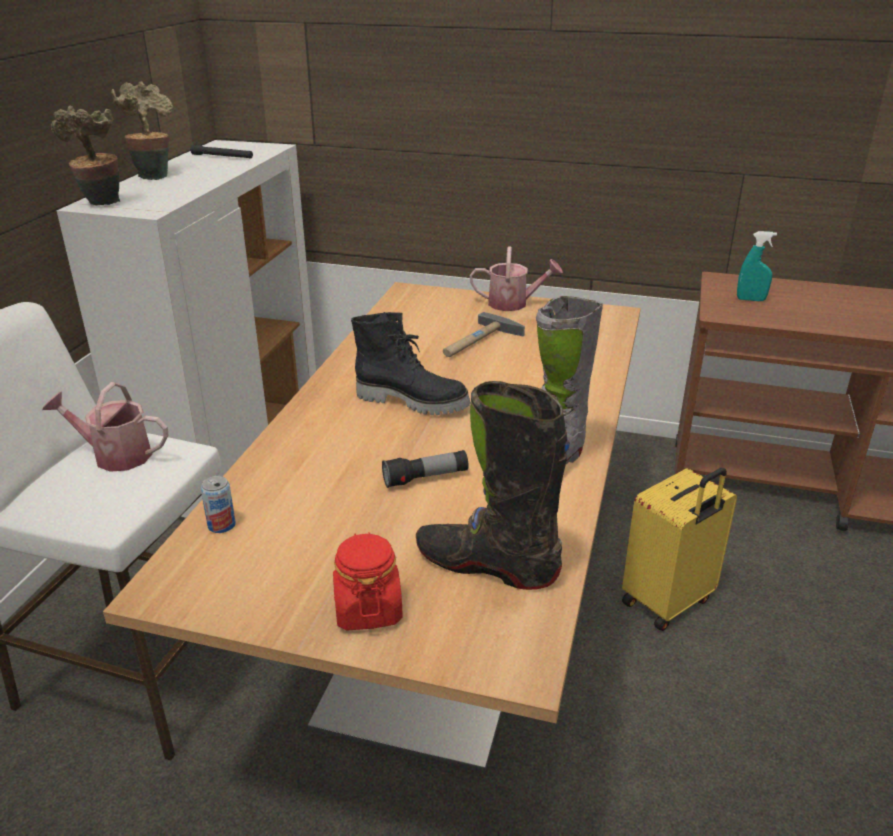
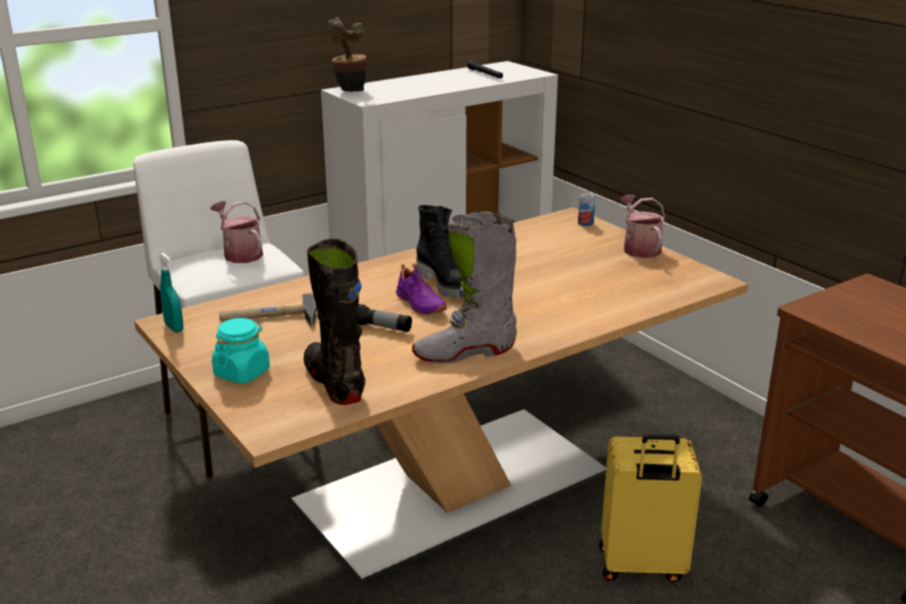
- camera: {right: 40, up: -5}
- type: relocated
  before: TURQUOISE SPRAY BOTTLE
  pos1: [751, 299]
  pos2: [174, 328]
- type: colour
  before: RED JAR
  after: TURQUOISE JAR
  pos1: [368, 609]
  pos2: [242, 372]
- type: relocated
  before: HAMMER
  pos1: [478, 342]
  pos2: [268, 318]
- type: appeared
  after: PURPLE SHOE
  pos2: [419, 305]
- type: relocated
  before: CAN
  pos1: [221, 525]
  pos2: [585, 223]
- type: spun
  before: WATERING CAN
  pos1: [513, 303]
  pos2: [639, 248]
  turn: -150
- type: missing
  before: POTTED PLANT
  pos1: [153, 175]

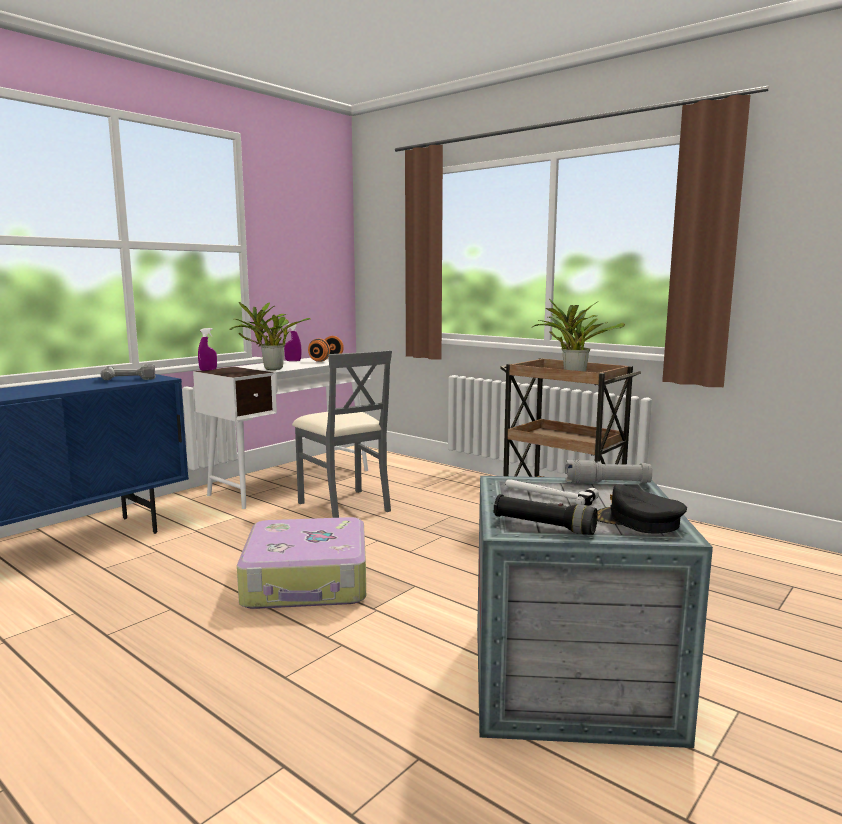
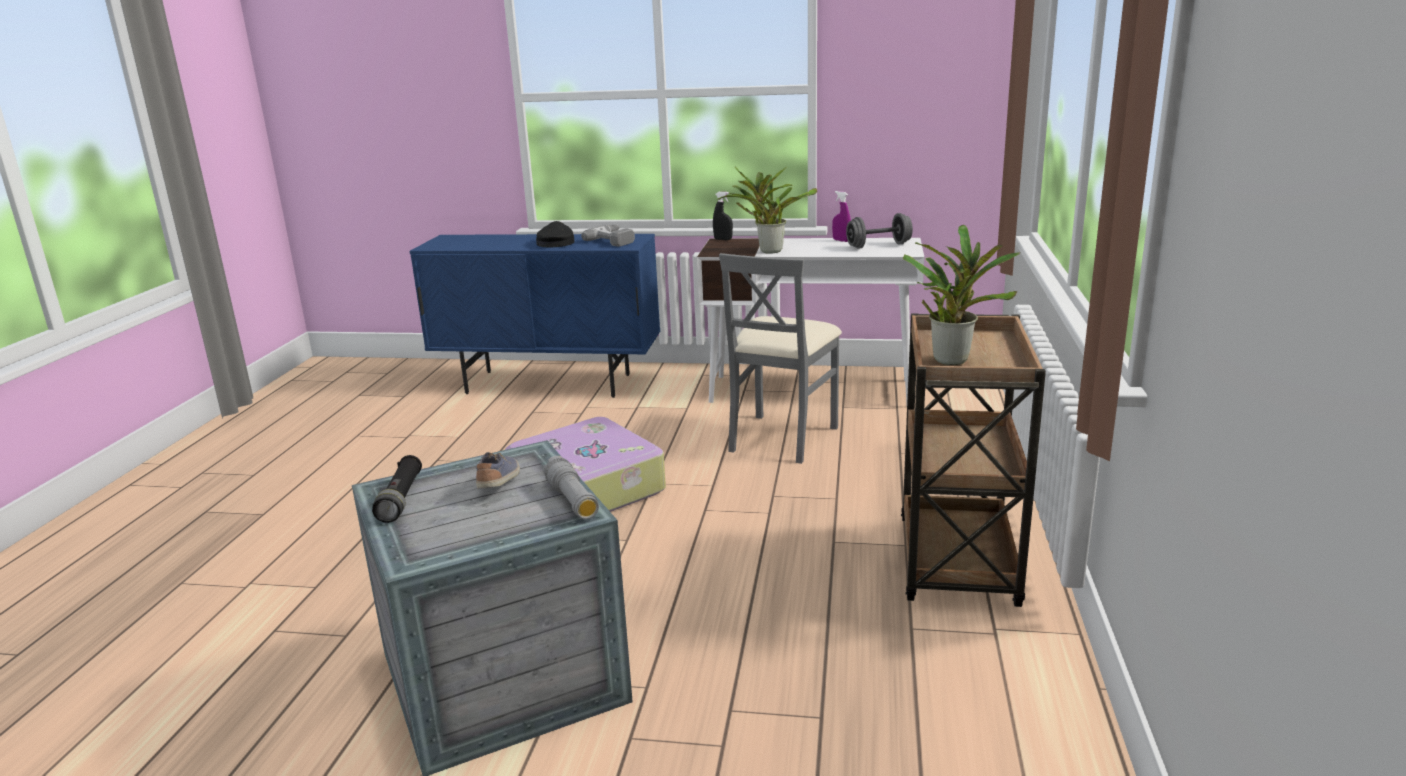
- camera: {right: 60, up: 10}
- type: exchanged
  before: HAMMER
  after: SHOE
  pos1: [548, 495]
  pos2: [500, 482]
- type: relocated
  before: BLACK CAP
  pos1: [637, 521]
  pos2: [555, 243]
- type: colour
  before: PURPLE SPRAY BOTTLE
  after: BLACK SPRAY BOTTLE
  pos1: [208, 370]
  pos2: [723, 239]
- type: colour
  before: ORANGE DUMBBELL
  after: GREY DUMBBELL
  pos1: [326, 359]
  pos2: [878, 246]

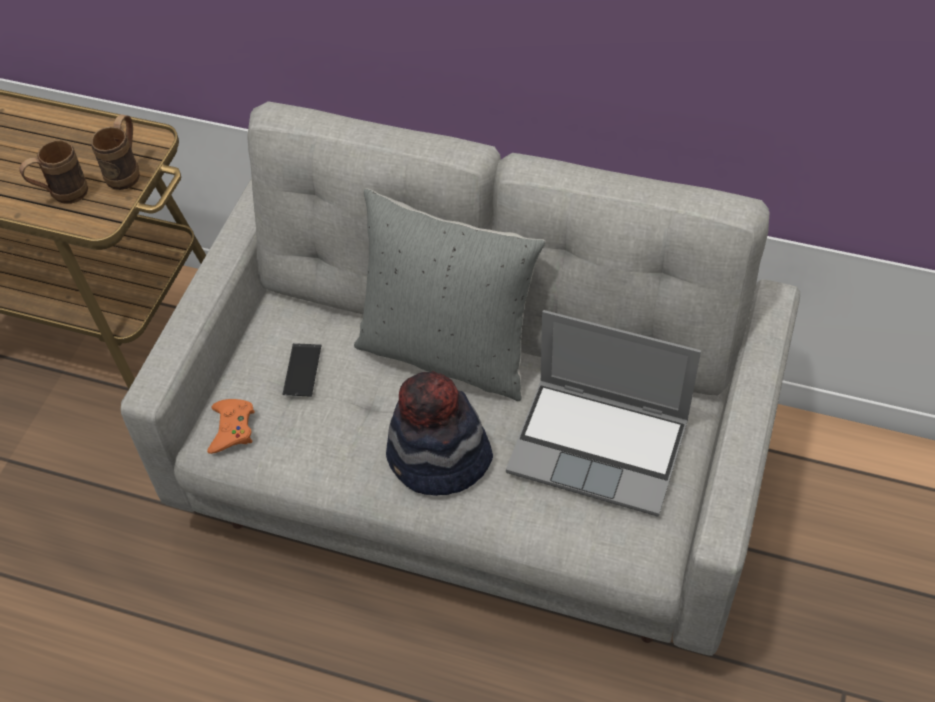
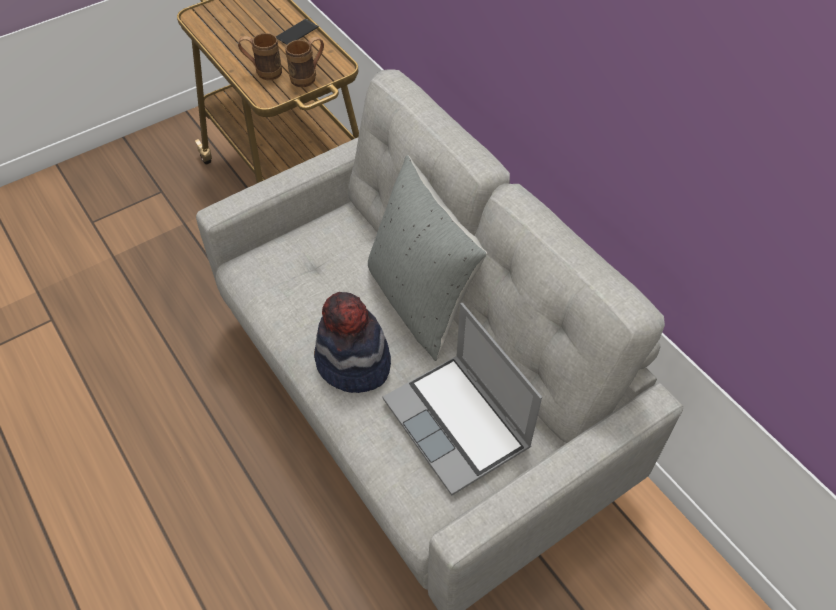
- camera: {right: 35, up: 0}
- type: relocated
  before: PHONE
  pos1: [302, 370]
  pos2: [297, 32]
- type: missing
  before: ORANGE GAME CONTROLLER
  pos1: [232, 429]

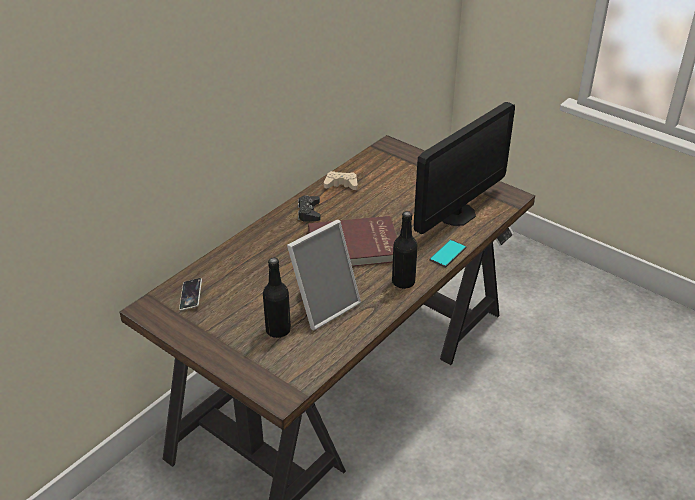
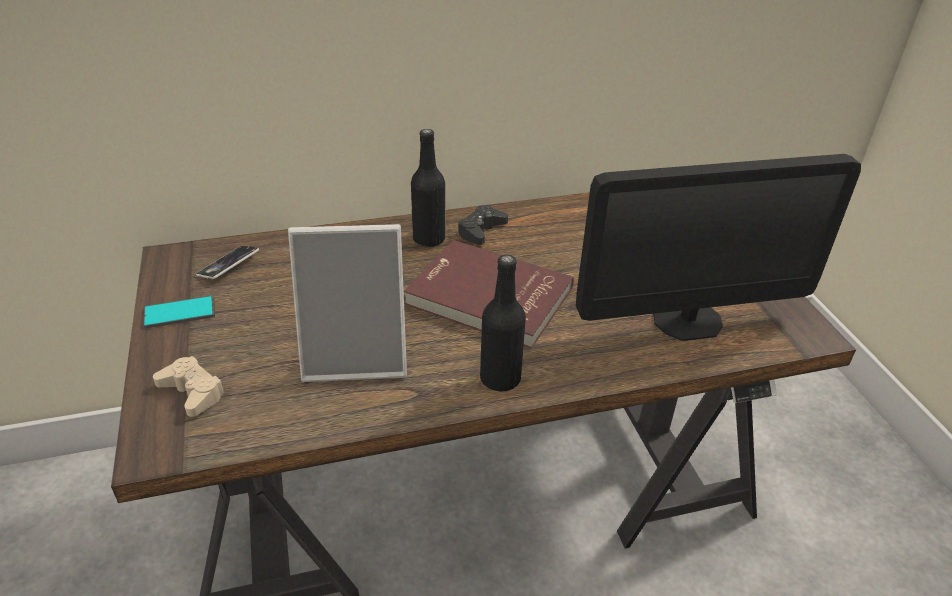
- camera: {right: 35, up: 0}
- type: relocated
  before: PHONE
  pos1: [447, 254]
  pos2: [180, 312]
- type: relocated
  before: BEIGE GAME CONTROLLER
  pos1: [341, 185]
  pos2: [192, 392]
- type: relocated
  before: BLACK BOTTLE
  pos1: [278, 330]
  pos2: [429, 239]

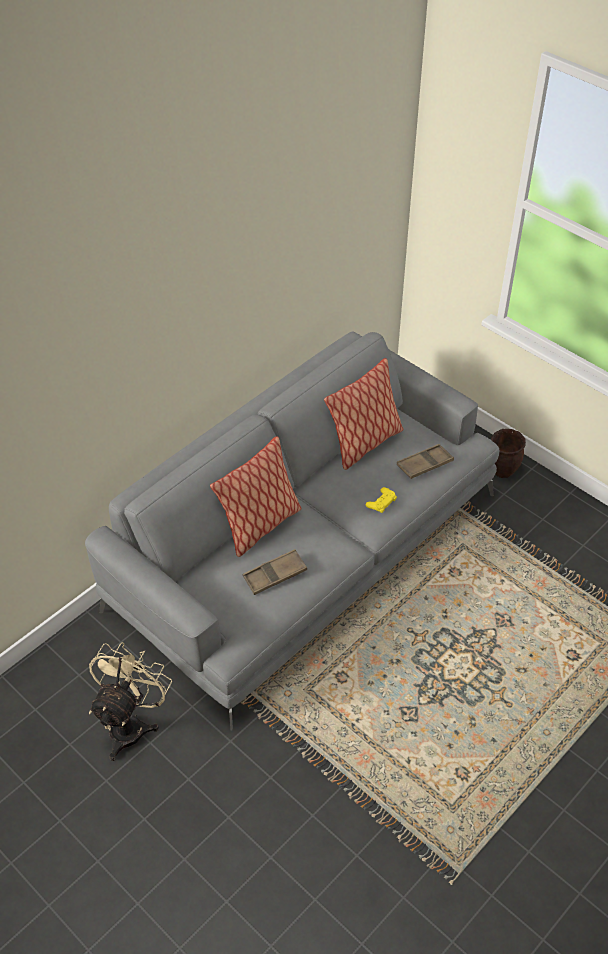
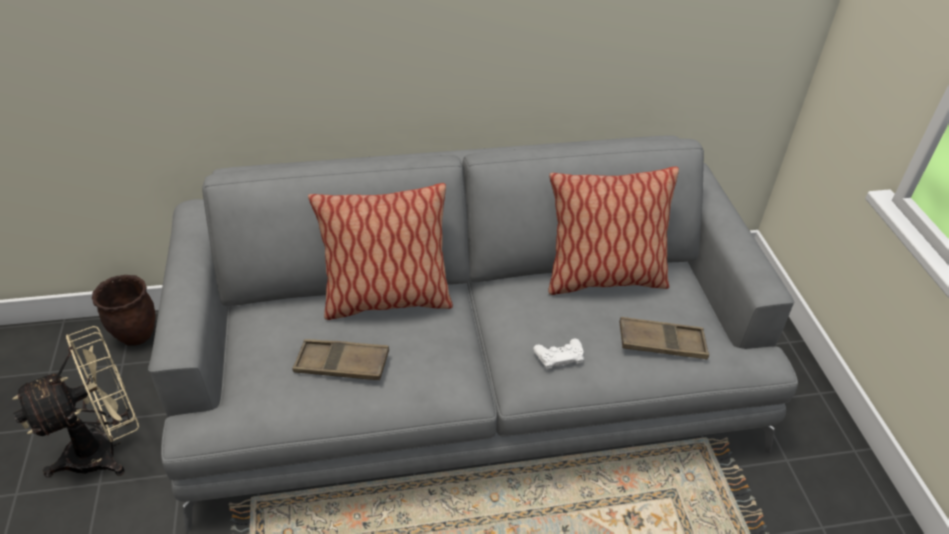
- camera: {right: 35, up: -5}
- type: relocated
  before: BROWN PLANTER
  pos1: [502, 470]
  pos2: [137, 335]
- type: colour
  before: YELLOW GAME CONTROLLER
  after: WHITE GAME CONTROLLER
  pos1: [381, 502]
  pos2: [559, 356]

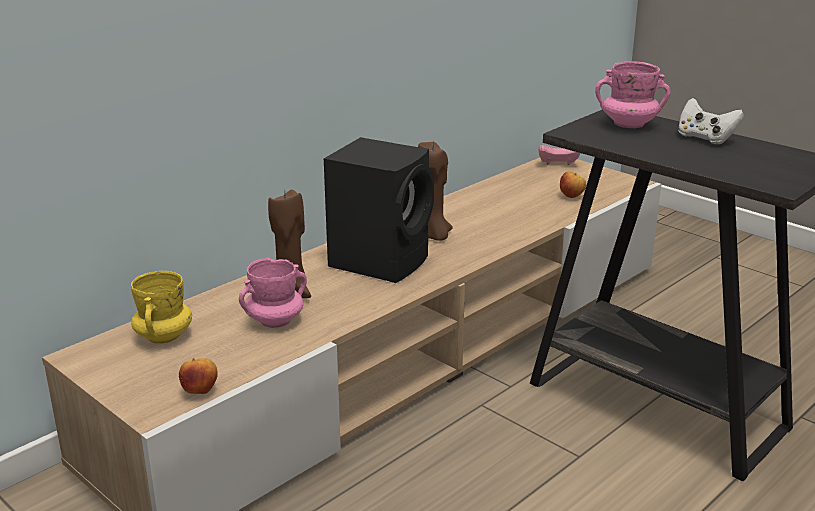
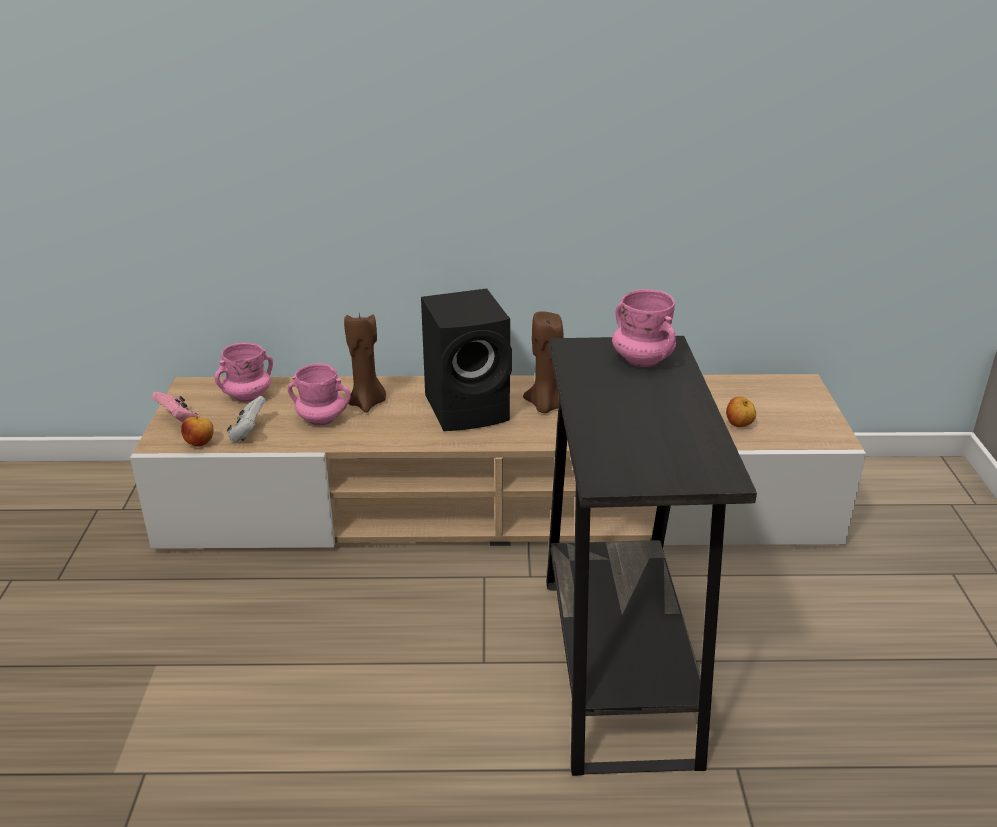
- camera: {right: 45, up: 5}
- type: relocated
  before: PINK GAME CONTROLLER
  pos1: [558, 164]
  pos2: [180, 422]
- type: colour
  before: YELLOW MUG
  after: PINK MUG
  pos1: [164, 336]
  pos2: [248, 396]
- type: relocated
  before: WHITE GAME CONTROLLER
  pos1: [705, 138]
  pos2: [248, 433]

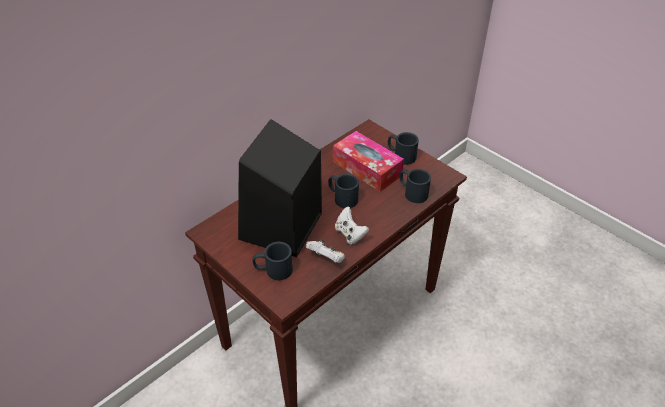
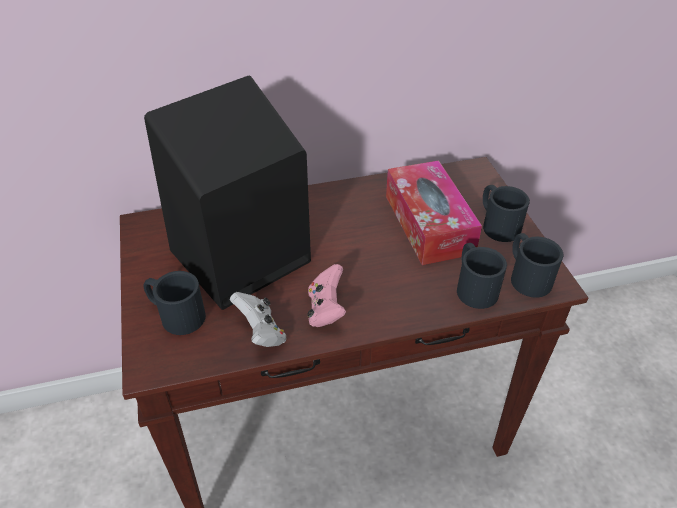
- camera: {right: 30, up: 0}
- type: colour
  before: WHITE GAME CONTROLLER
  after: PINK GAME CONTROLLER
  pos1: [350, 234]
  pos2: [326, 310]
- type: relocated
  before: BLACK MUG
  pos1: [342, 197]
  pos2: [526, 275]

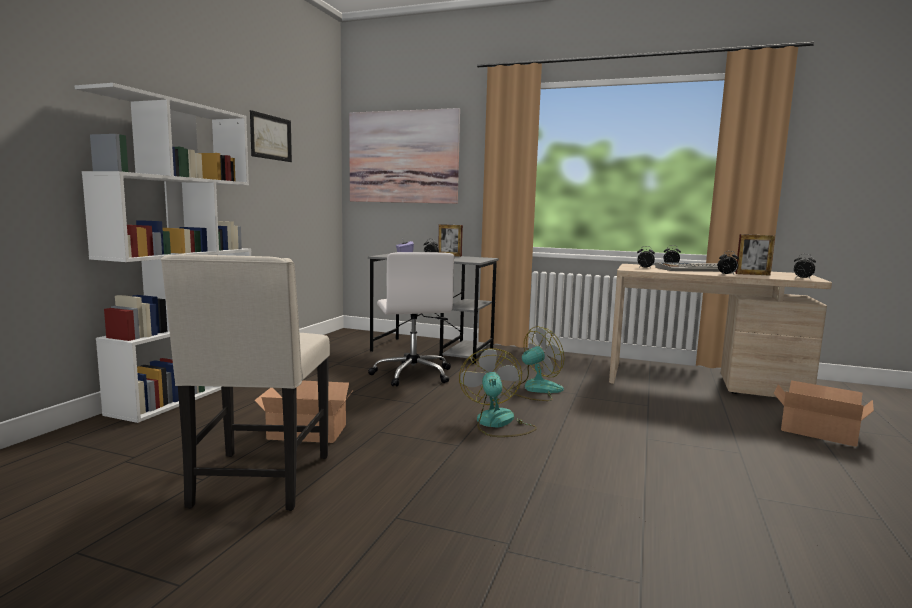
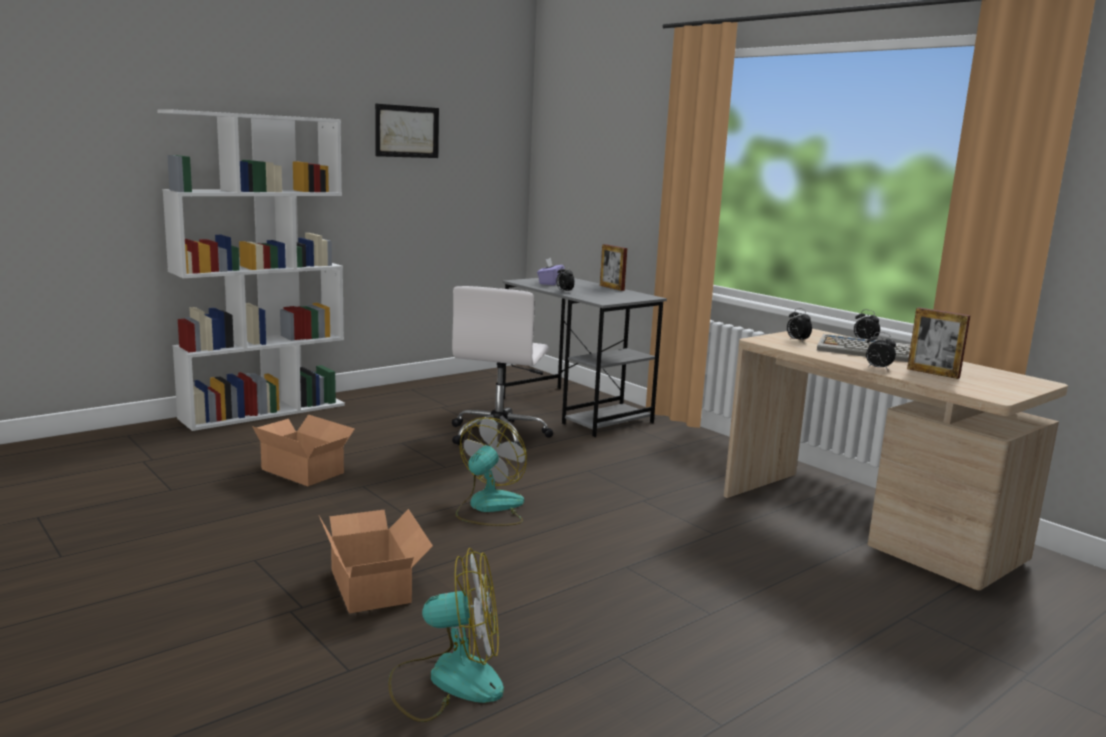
- camera: {right: 30, up: 5}
- type: relocated
  before: CARDBOARD BOX
  pos1: [817, 430]
  pos2: [374, 584]
- type: relocated
  before: FAN
  pos1: [535, 390]
  pos2: [447, 680]
- type: missing
  before: BEIGE CHAIR
  pos1: [259, 482]
- type: missing
  before: PICTURE
  pos1: [403, 157]
- type: missing
  before: ALARM CLOCK
  pos1: [802, 278]

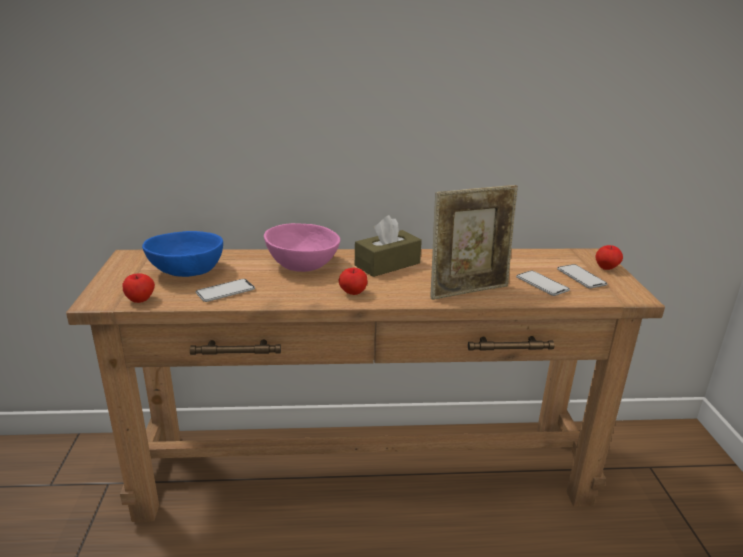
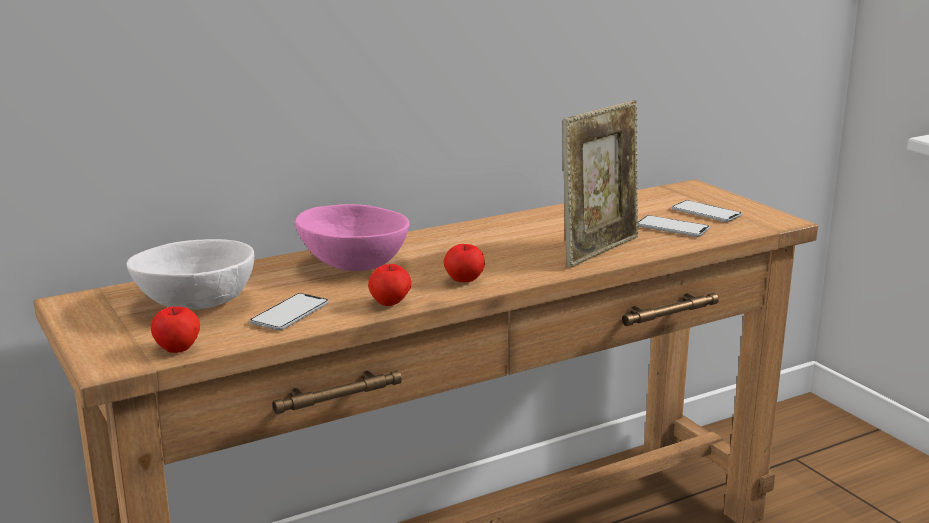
- camera: {right: -25, up: -5}
- type: colour
  before: BLUE BOWL
  after: WHITE BOWL
  pos1: [187, 272]
  pos2: [198, 303]
- type: relocated
  before: APPLE
  pos1: [606, 268]
  pos2: [390, 303]
- type: missing
  before: BROWN TISSUE BOX
  pos1: [387, 264]

